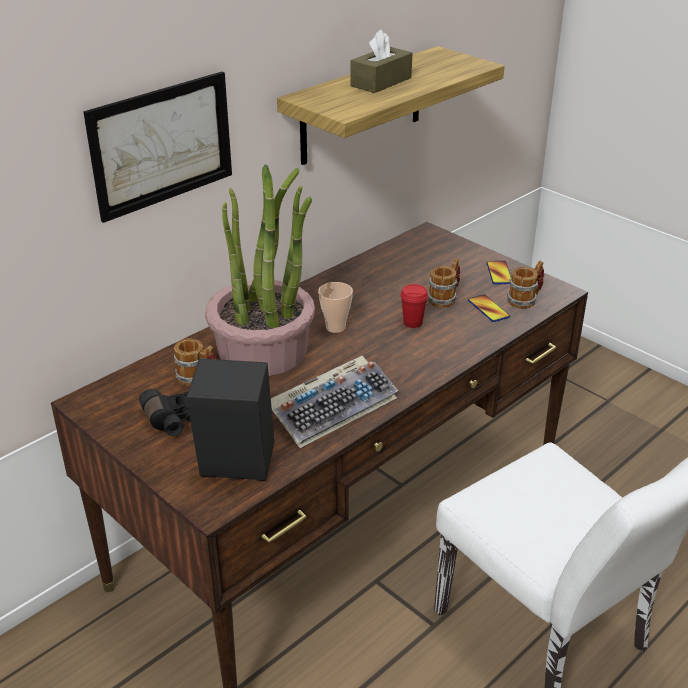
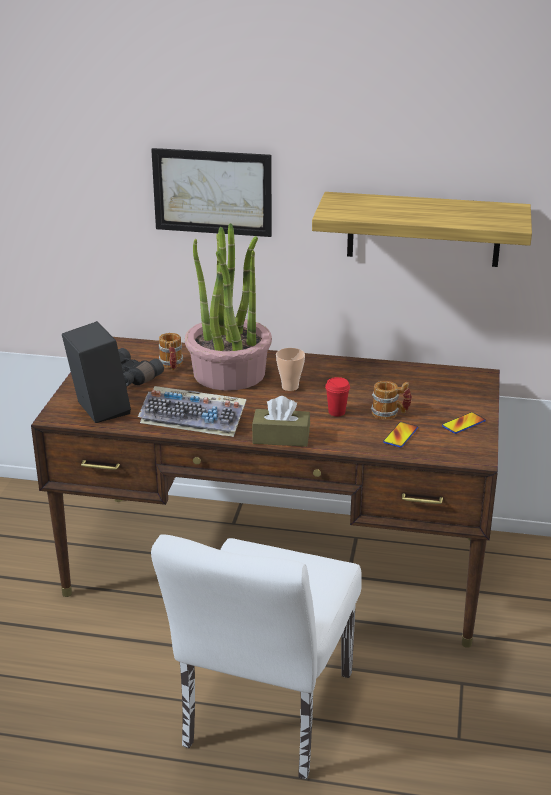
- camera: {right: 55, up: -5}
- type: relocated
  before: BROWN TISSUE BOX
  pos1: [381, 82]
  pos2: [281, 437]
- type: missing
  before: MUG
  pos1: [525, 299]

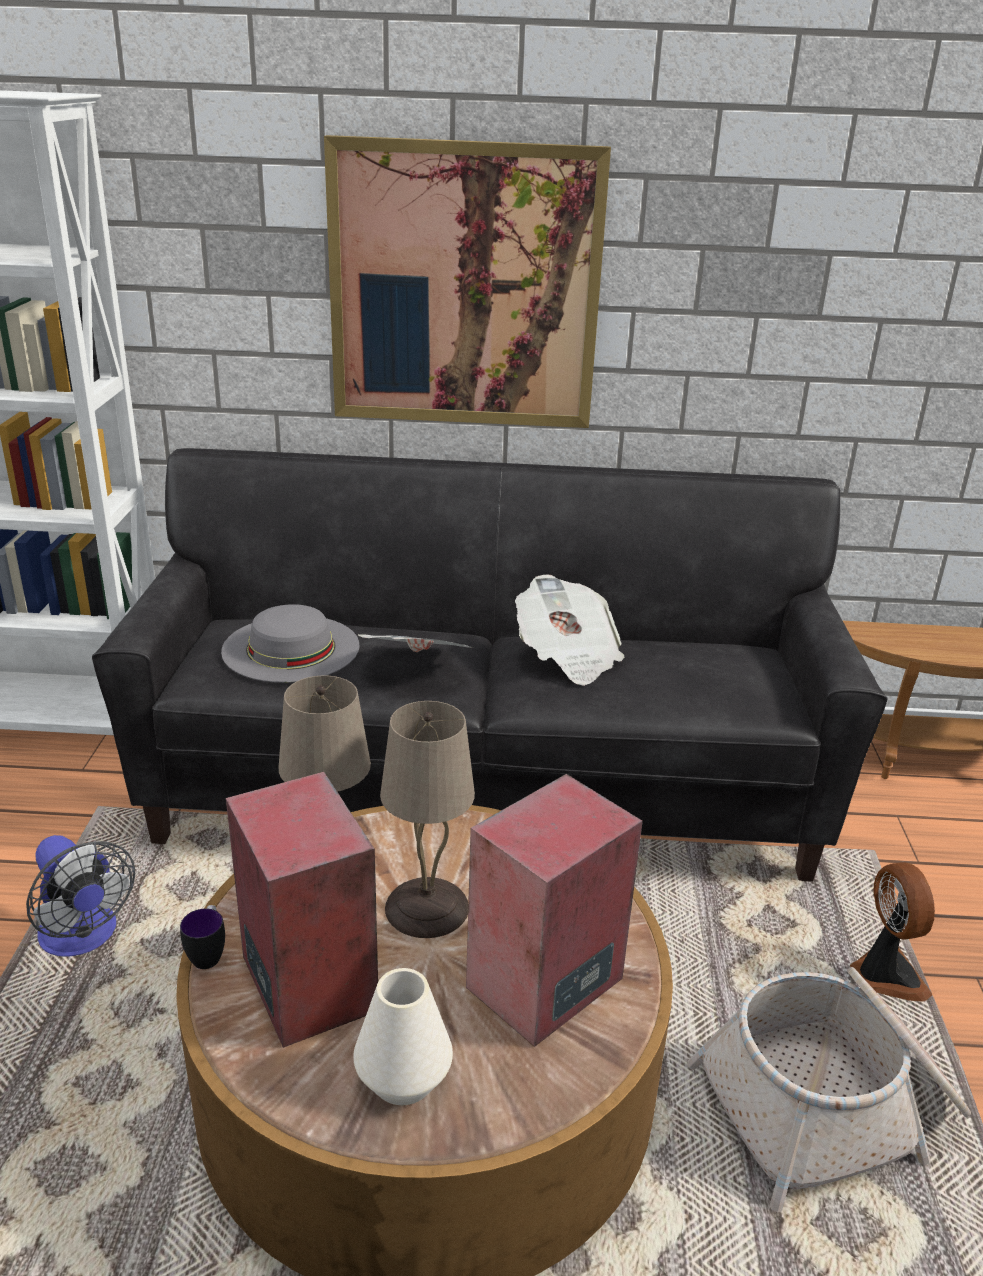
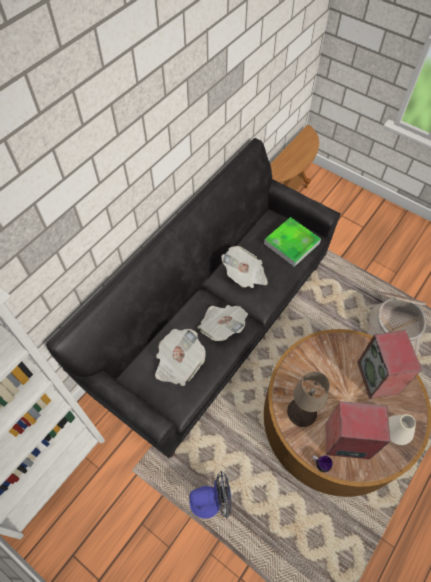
- camera: {right: -55, up: 30}
- type: exchanged
  before: GREY HAT
  after: NEWSPAPER
  pos1: [291, 648]
  pos2: [178, 363]
- type: appeared
  after: TRAY
  pos2: [291, 243]
- type: missing
  before: PICTURE
  pos1: [464, 288]
- type: missing
  before: BEIGE TABLE LAMP
  pos1: [426, 909]
- type: missing
  before: FAN
  pos1: [885, 975]

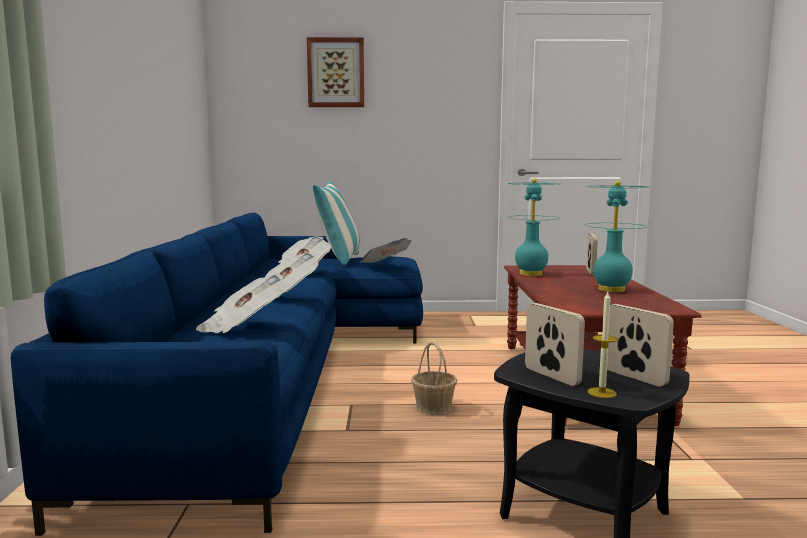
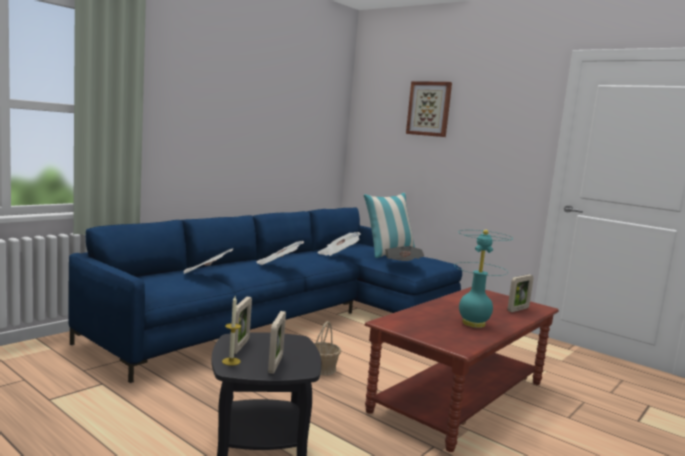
- camera: {right: 40, up: 0}
- type: missing
  before: TURQUOISE TABLE LAMP
  pos1: [531, 274]

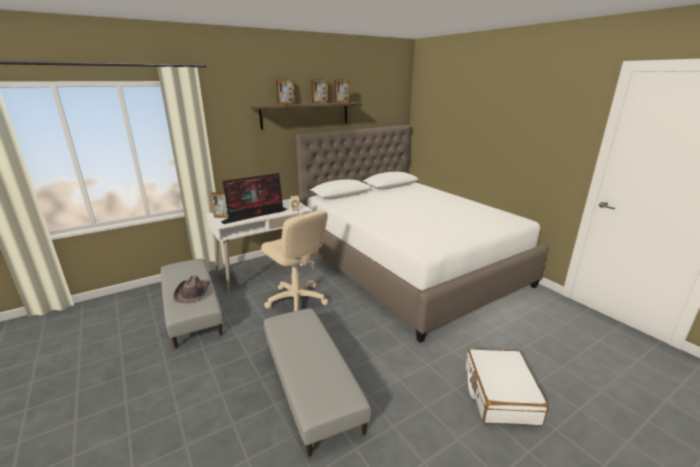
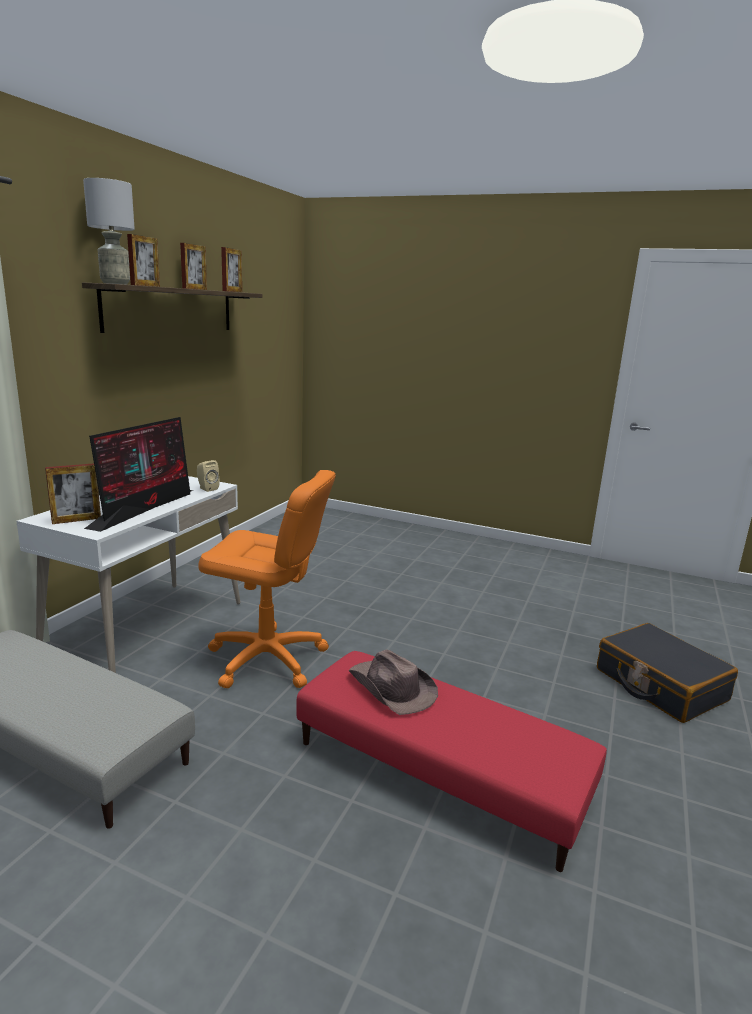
- camera: {right: -35, up: -5}
- type: appeared
  after: GREY TABLE LAMP
  pos2: [114, 283]
- type: colour
  before: BEIGE OFFICE CHAIR
  after: ORANGE OFFICE CHAIR
  pos1: [296, 300]
  pos2: [267, 659]
- type: colour
  before: GREY OTTOMAN
  after: RED OTTOMAN
  pos1: [311, 383]
  pos2: [440, 770]
- type: relocated
  before: BROWN HAT
  pos1: [193, 292]
  pos2: [391, 688]
- type: colour
  before: WHITE SUITCASE
  after: BLACK SUITCASE
  pos1: [499, 394]
  pos2: [659, 685]
- type: missing
  before: WHITE BED
  pos1: [408, 265]

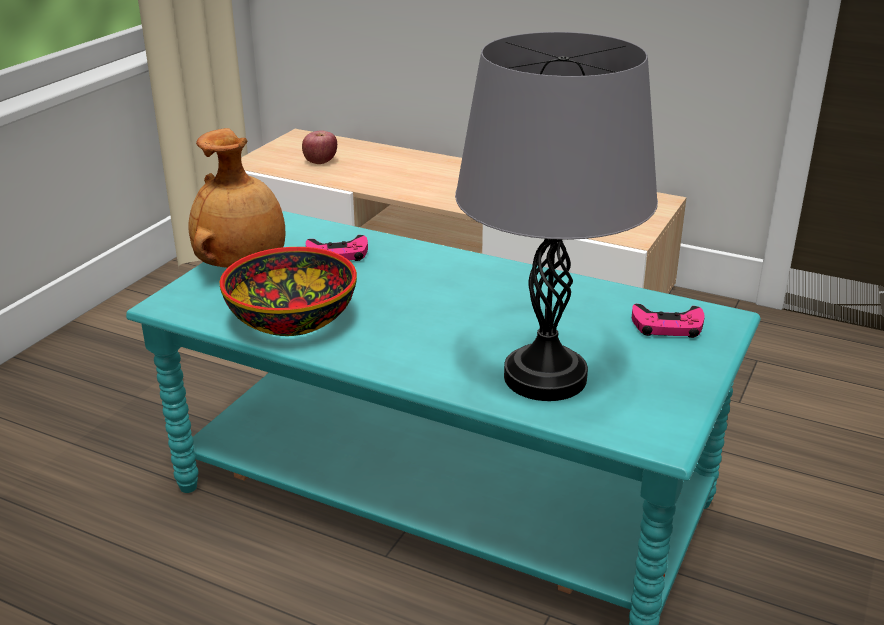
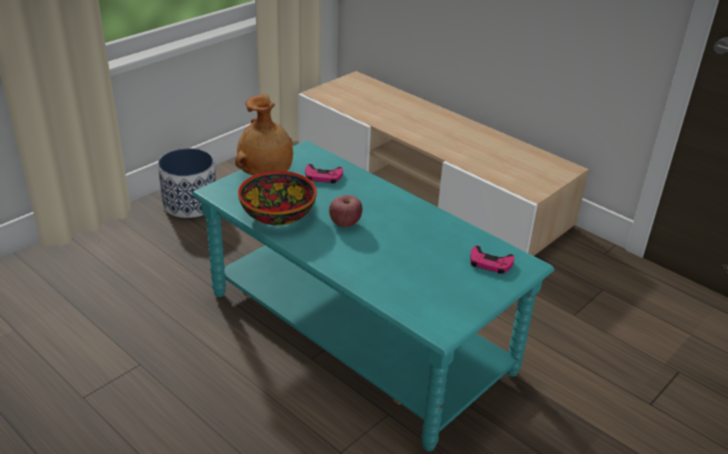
- camera: {right: 15, up: 5}
- type: appeared
  after: PLANTER
  pos2: [190, 204]
- type: relocated
  before: APPLE
  pos1: [320, 161]
  pos2: [345, 223]
- type: missing
  before: GREY TABLE LAMP
  pos1: [545, 377]

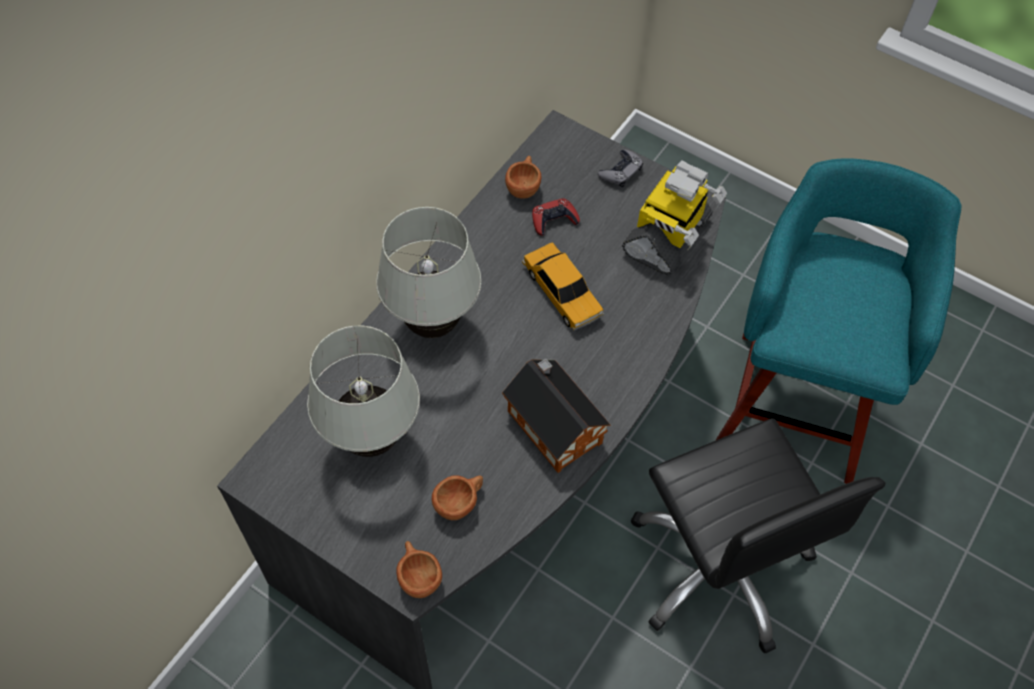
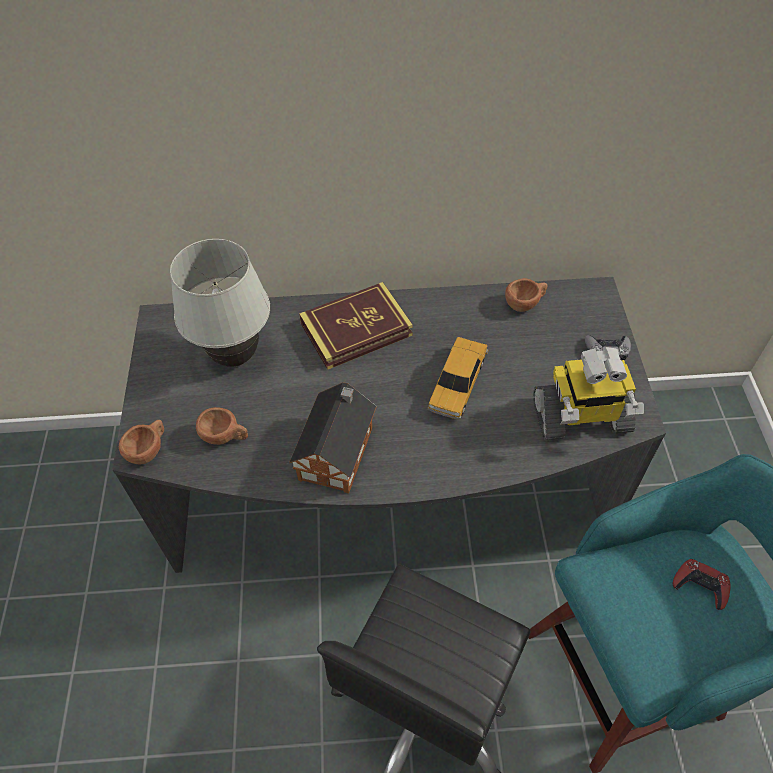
- camera: {right: 55, up: -5}
- type: exchanged
  before: WHITE TABLE LAMP
  after: BOOK
  pos1: [433, 324]
  pos2: [356, 329]
- type: relocated
  before: RED GAME CONTROLLER
  pos1: [553, 220]
  pos2: [700, 585]

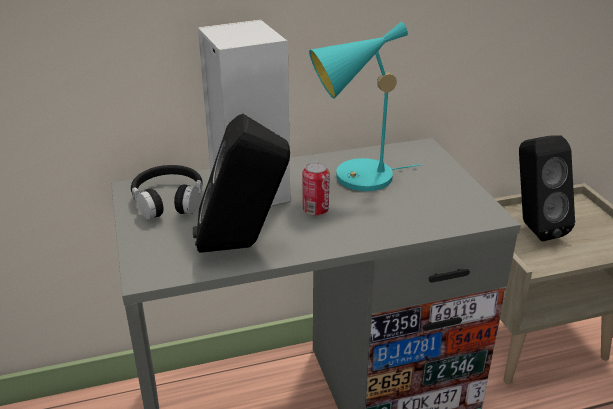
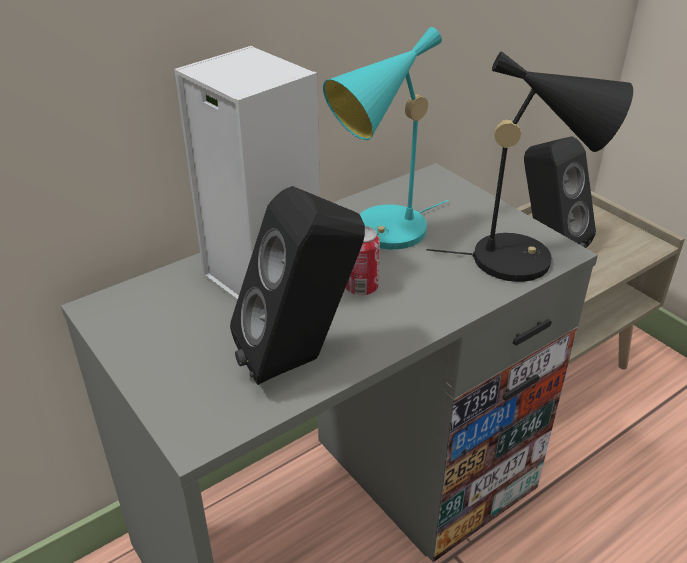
- camera: {right: -20, up: 5}
- type: appeared
  after: BLACK TABLE LAMP
  pos2: [524, 259]
- type: missing
  before: BLACK HEADPHONES
  pos1: [168, 200]

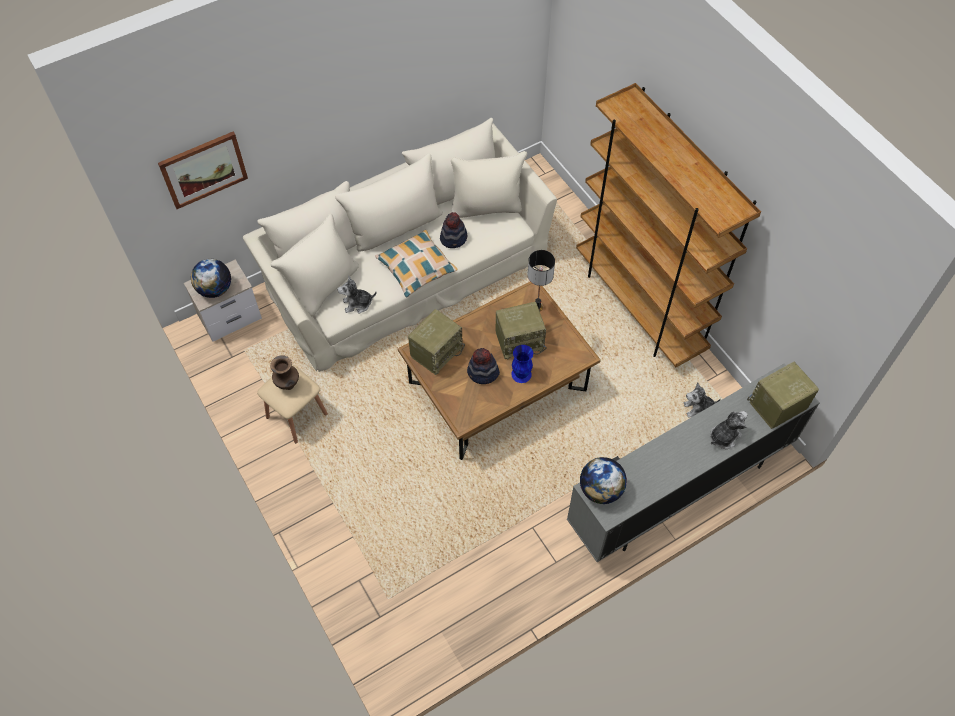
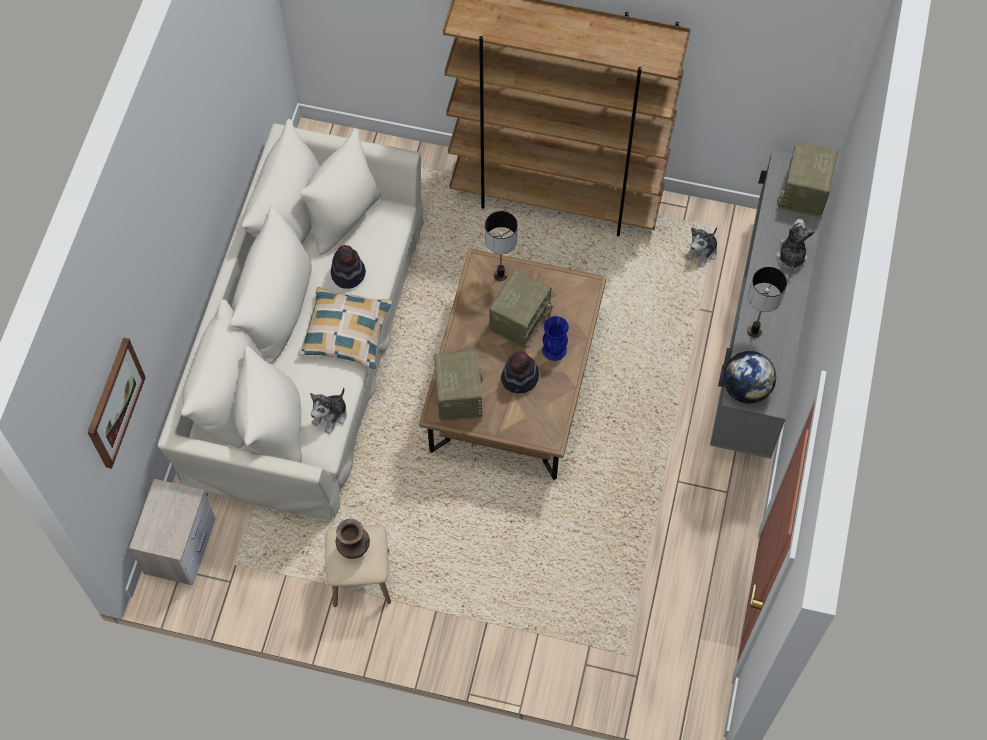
- camera: {right: -45, up: 5}
- type: appeared
  after: TABLE LAMP
  pos2: [754, 332]
- type: missing
  before: GLOBE
  pos1: [215, 289]

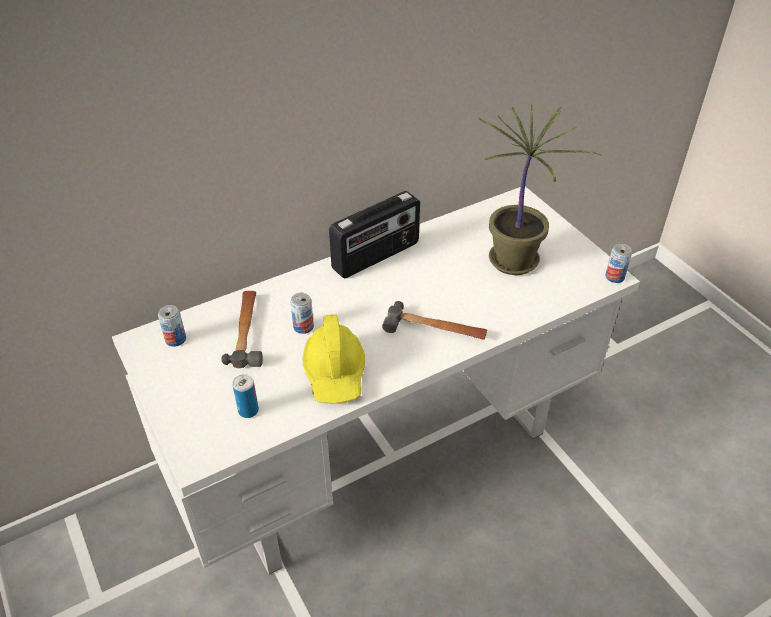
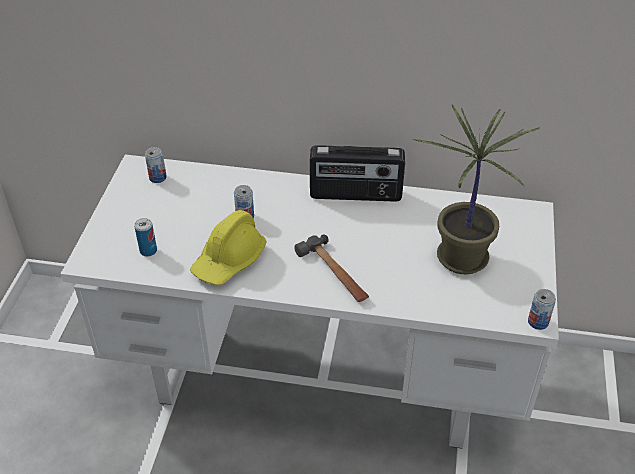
- camera: {right: 40, up: 0}
- type: missing
  before: HAMMER
  pos1: [247, 331]

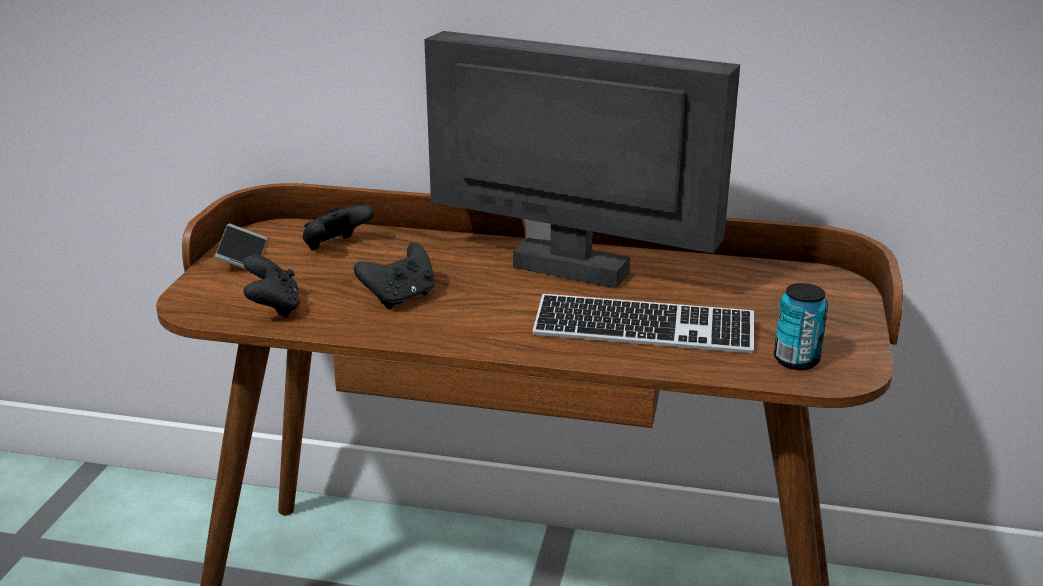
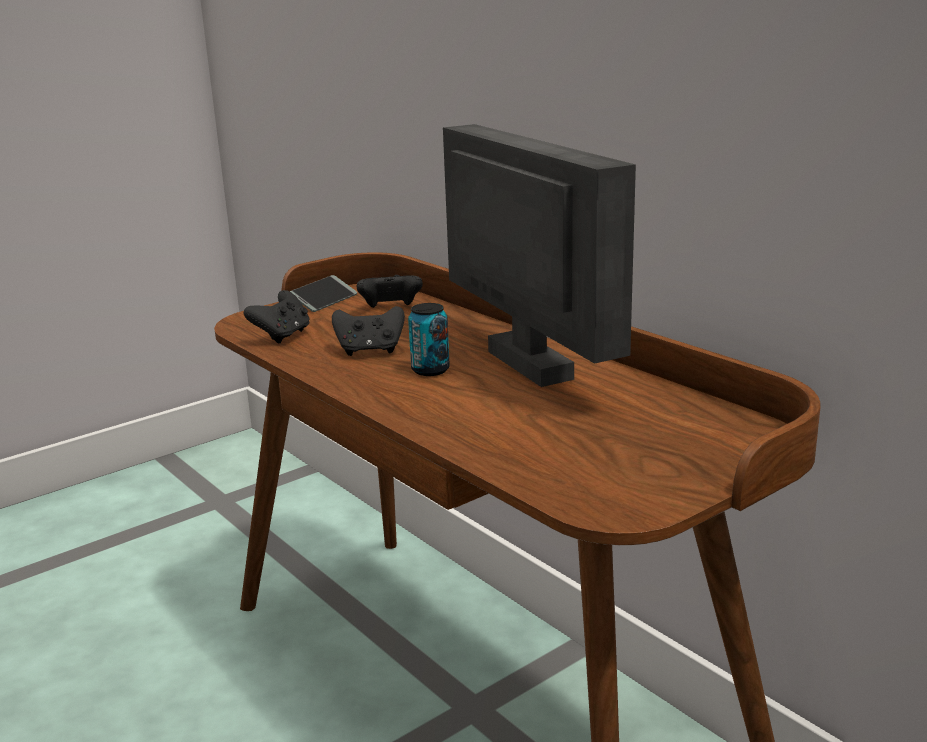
- camera: {right: 40, up: -5}
- type: relocated
  before: CAN
  pos1: [796, 360]
  pos2: [430, 370]
- type: missing
  before: KEYBOARD
  pos1: [643, 329]

